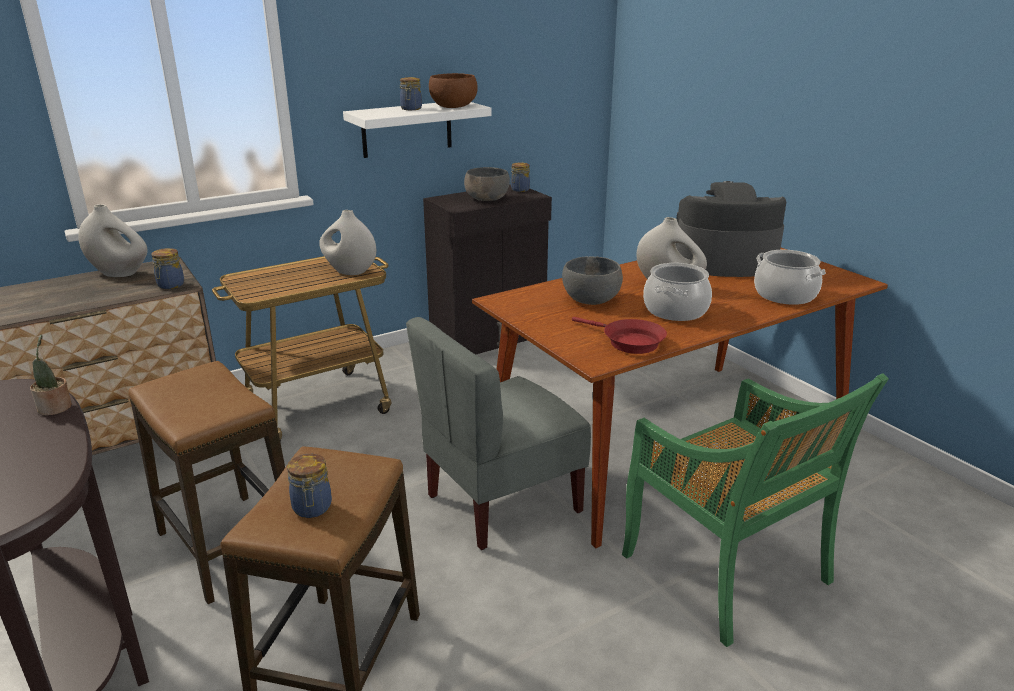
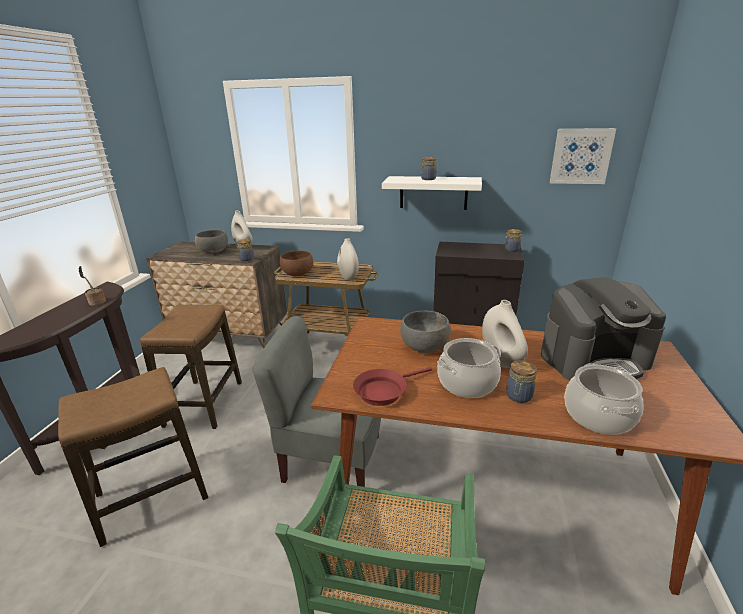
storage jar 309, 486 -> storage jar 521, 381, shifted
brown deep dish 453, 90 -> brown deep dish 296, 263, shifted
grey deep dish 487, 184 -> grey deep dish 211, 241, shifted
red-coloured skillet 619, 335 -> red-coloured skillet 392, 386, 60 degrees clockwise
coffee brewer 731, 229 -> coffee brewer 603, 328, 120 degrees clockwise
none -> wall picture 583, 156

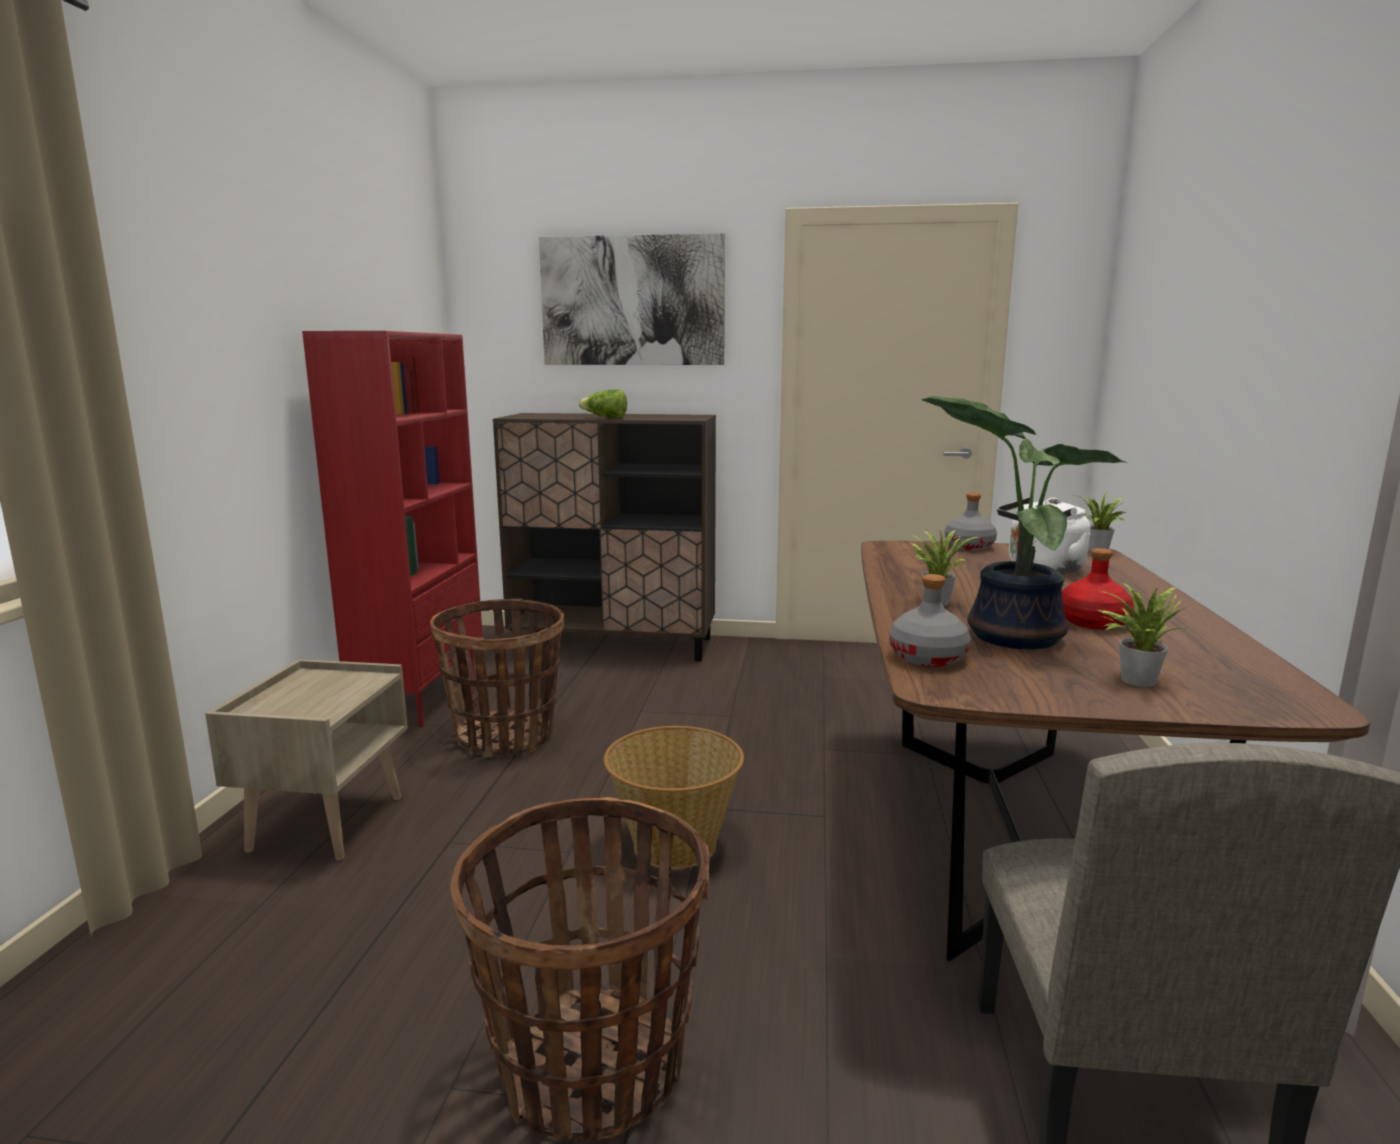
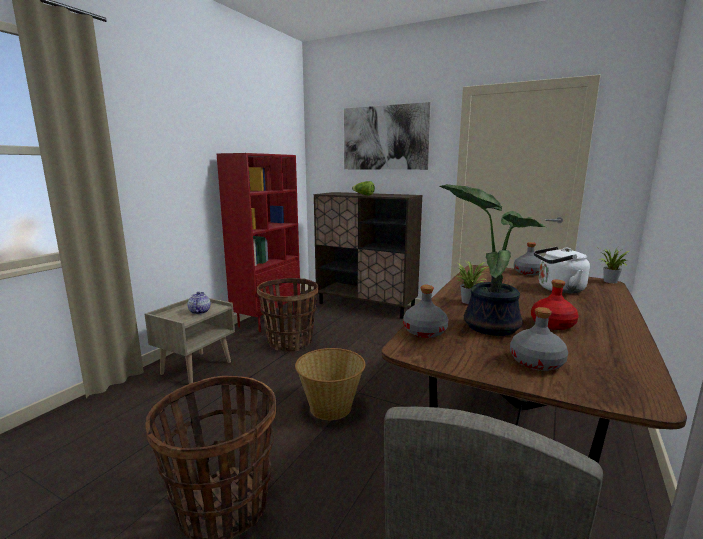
plant in a pot 1144, 635 -> grey drink bottle 539, 339
none -> teapot 199, 303

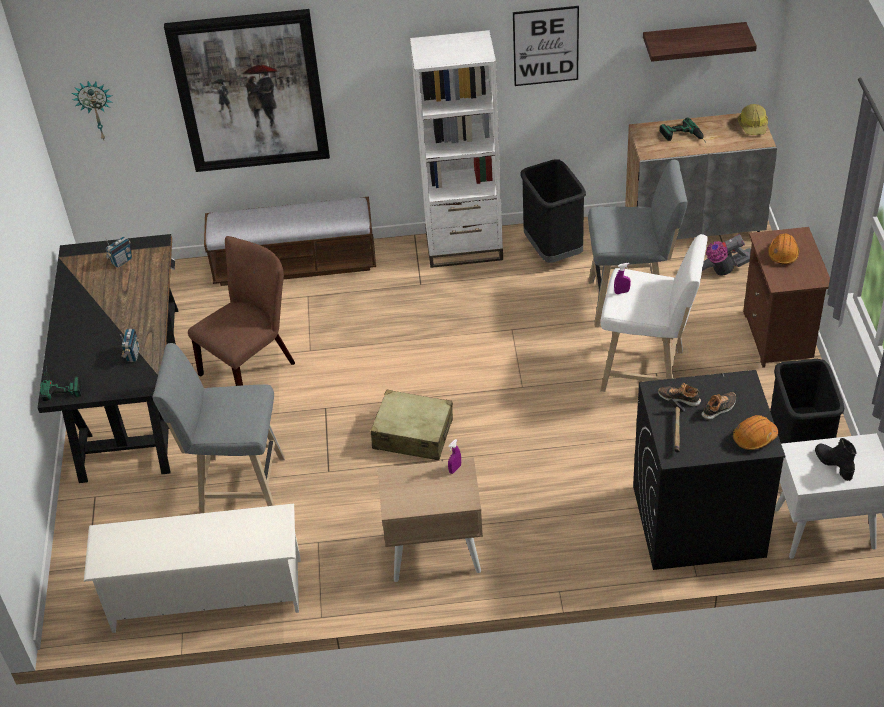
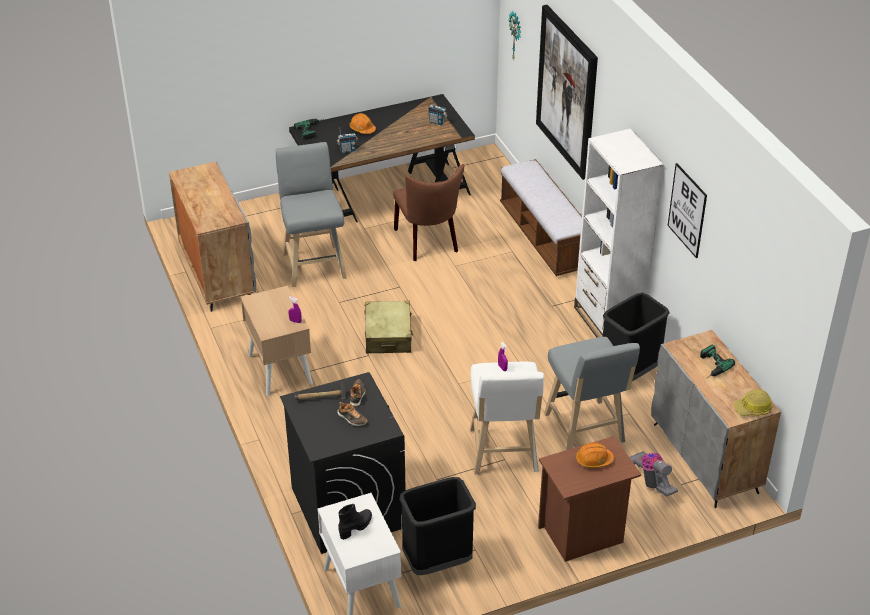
whitish shoe shelf 192, 568 -> grey storage cabinet 212, 236
brown plain chair 241, 311 -> brown plain chair 428, 212, 45 degrees clockwise
wall shelf 700, 42 -> none
orange hard hat 755, 432 -> orange hard hat 362, 123, shifted

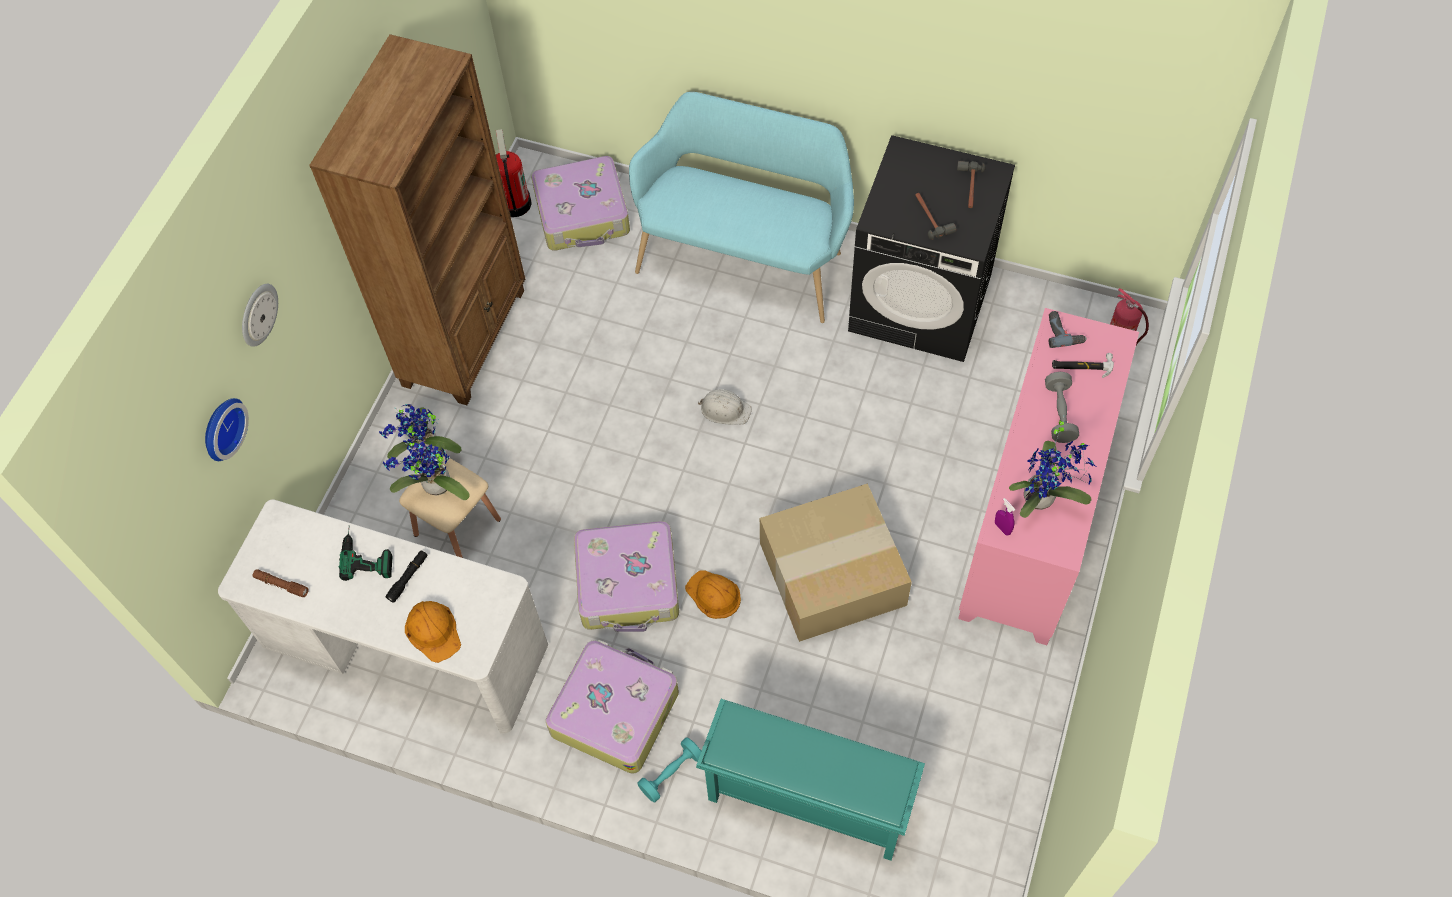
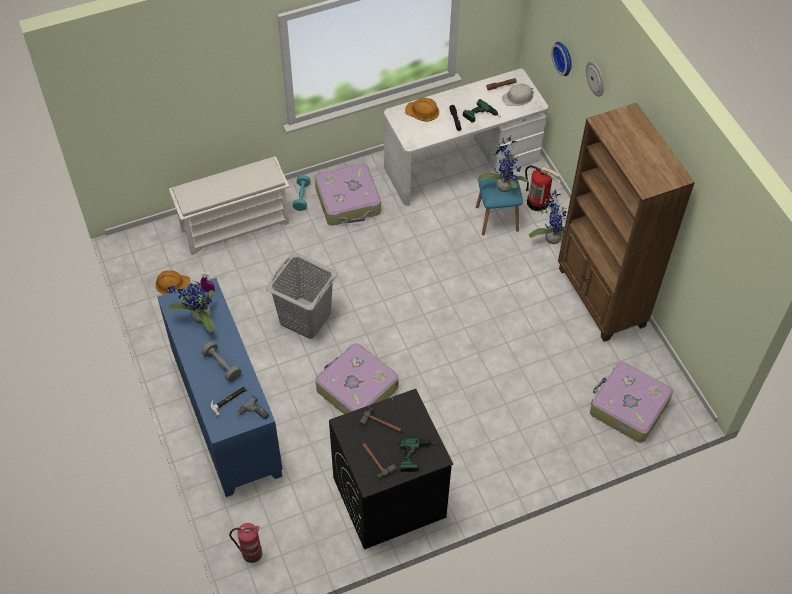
beige-coloured stool seat 450, 506 -> blue-coloured stool seat 499, 204
extinguisher 514, 173 -> extinguisher 543, 188, shifted
travel case 626, 576 -> travel case 357, 378, shifted
turquoise-coloured indoor bench 741, 207 -> none
orange hard hat 713, 594 -> orange hard hat 173, 282, shifted
turquoise-coloured shoe shelf 810, 780 -> whitish shoe shelf 229, 205
whitish hard hat 725, 407 -> whitish hard hat 517, 94, shifted
packing box 836, 562 -> grey laundry basket 302, 295
pinkish storage cabinet 1048, 476 -> blue-coloured storage cabinet 220, 387
none -> power drill 416, 455

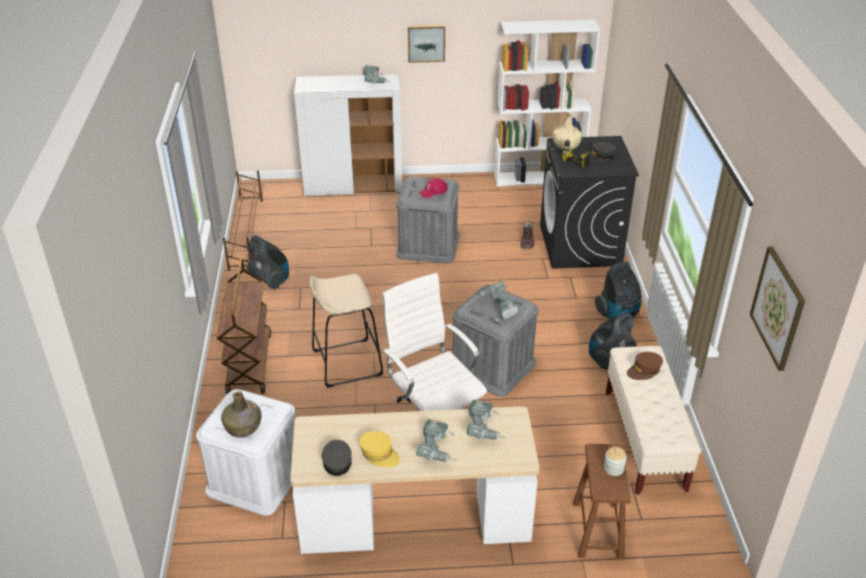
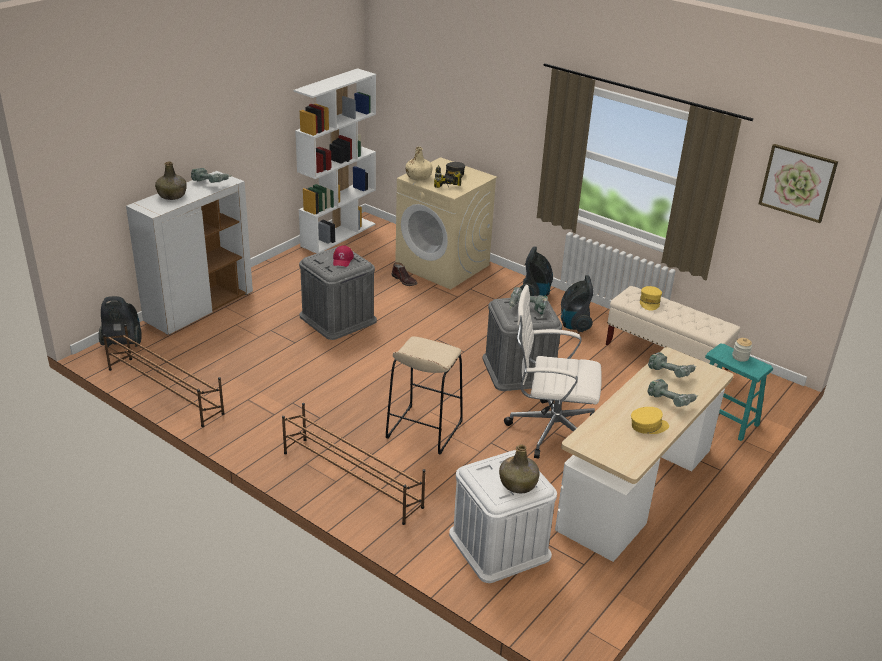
brown trolley 244, 326 -> brown shoe shelf 354, 464
vacuum 267, 262 -> vacuum 120, 321, shifted
grey peaked cap 337, 458 -> none
wall picture 426, 44 -> none
black laundry appliance 589, 202 -> beige-coloured laundry appliance 446, 223
brown stool seat 602, 501 -> turquoise-coloured stool seat 739, 392
brown peaked cap 645, 366 -> yellowish peaked cap 651, 298
none -> green-coloured drink bottle 171, 180

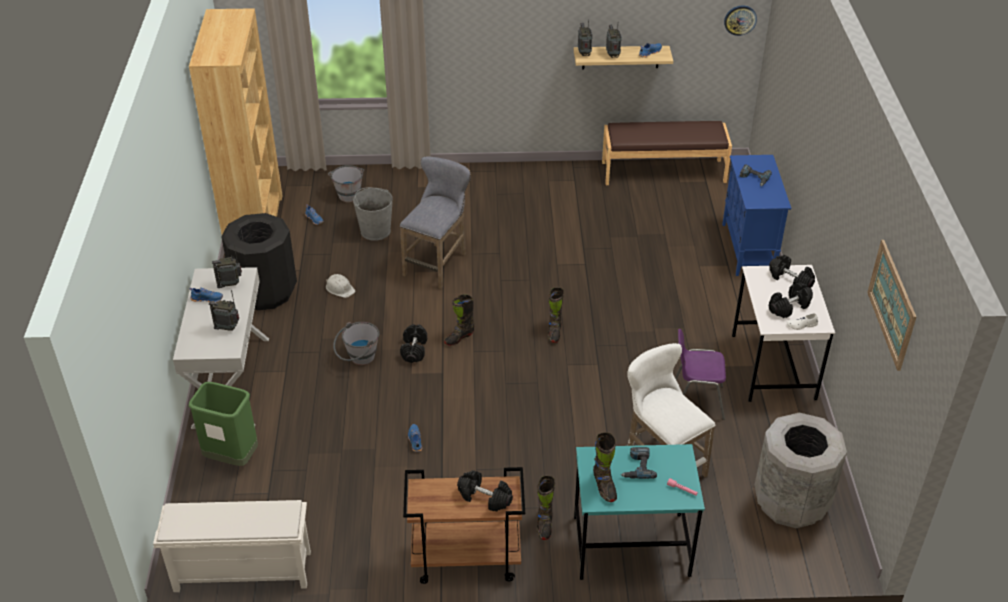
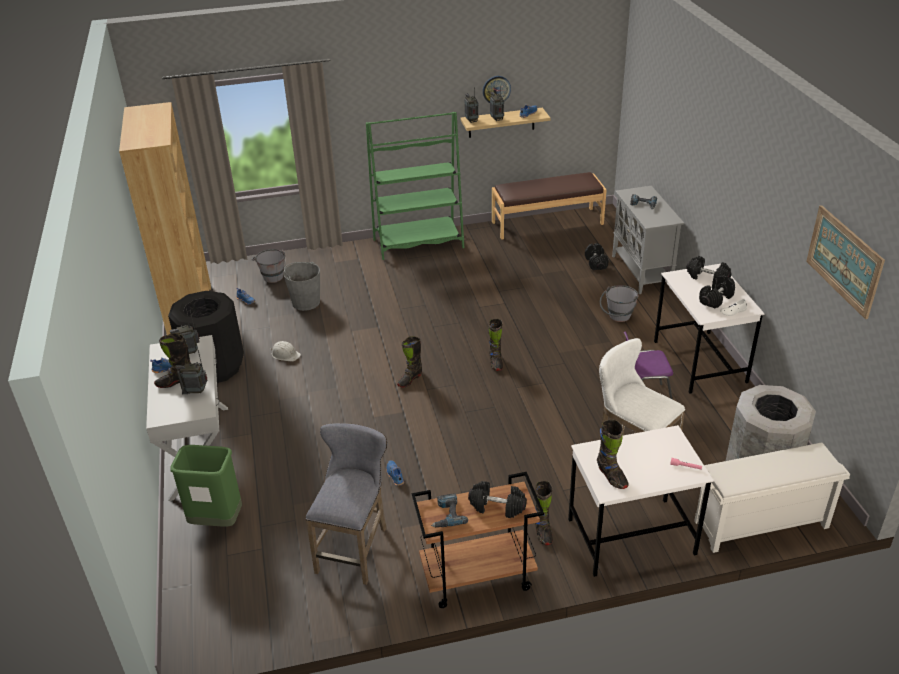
whitish shoe shelf 232, 546 -> whitish shoe shelf 772, 498, shifted
grey pail 356, 343 -> grey pail 619, 303, shifted
grey stool seat 435, 223 -> grey stool seat 346, 504, shifted
black dumbbell 413, 343 -> black dumbbell 597, 256, shifted
turquoise-coloured desk 639, 512 -> whitish desk 641, 501
power drill 639, 463 -> power drill 449, 510, shifted
blue-coloured storage cabinet 756, 215 -> grey storage cabinet 648, 240
hanging clock 740, 21 -> hanging clock 497, 89, shifted
none -> black high-top boot 172, 360
none -> green-coloured shelving unit 415, 186

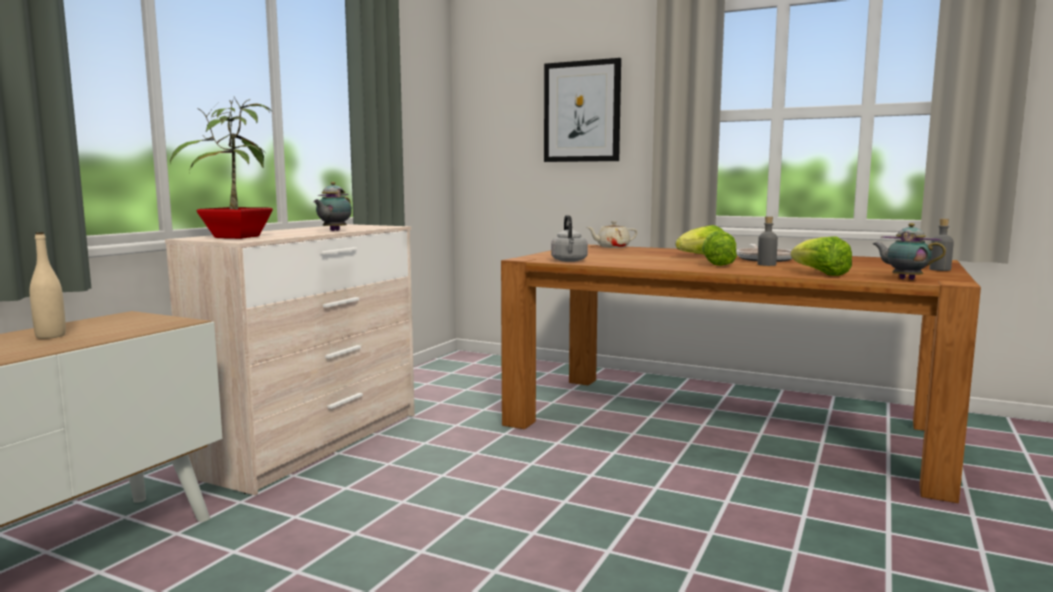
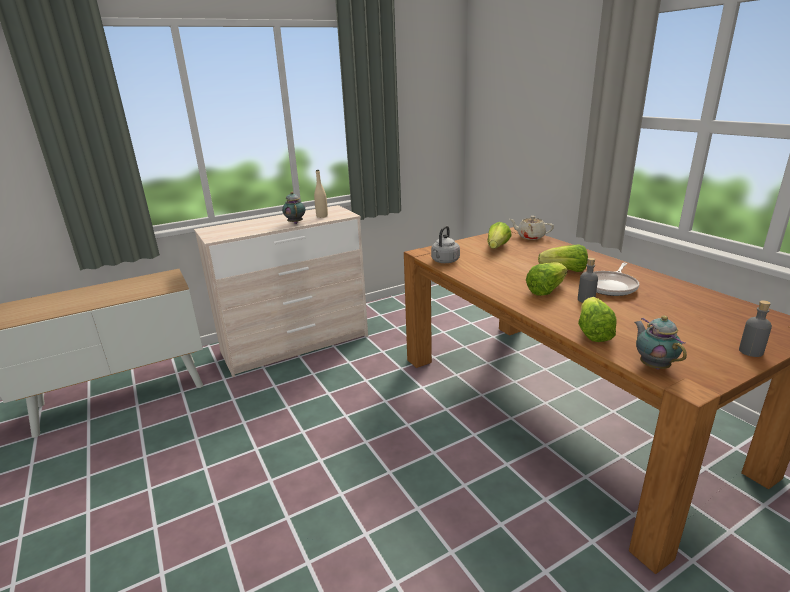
beige-coloured drink bottle 48, 285 -> beige-coloured drink bottle 321, 194, shifted
plant in a pot 221, 168 -> none
teapot 332, 206 -> teapot 293, 208, 105 degrees clockwise
wall picture 582, 110 -> none
none -> head of lettuce 500, 235

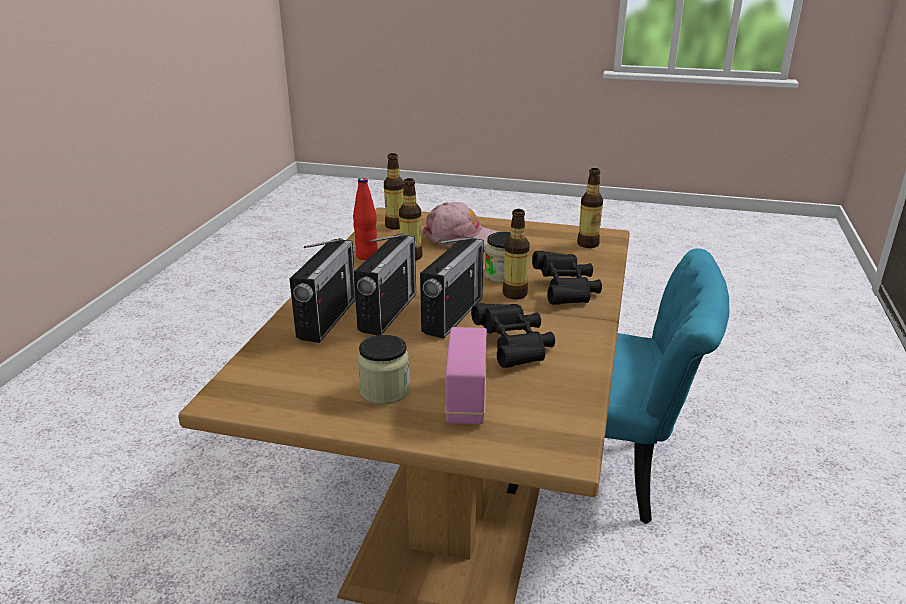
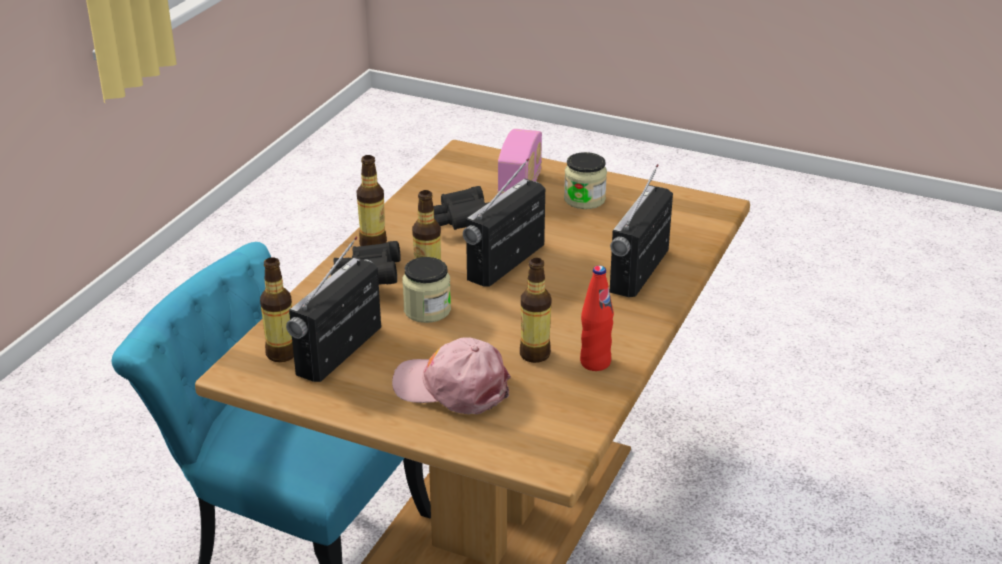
radio receiver 385, 284 -> radio receiver 333, 309, shifted
drink bottle 394, 191 -> drink bottle 372, 200, shifted

